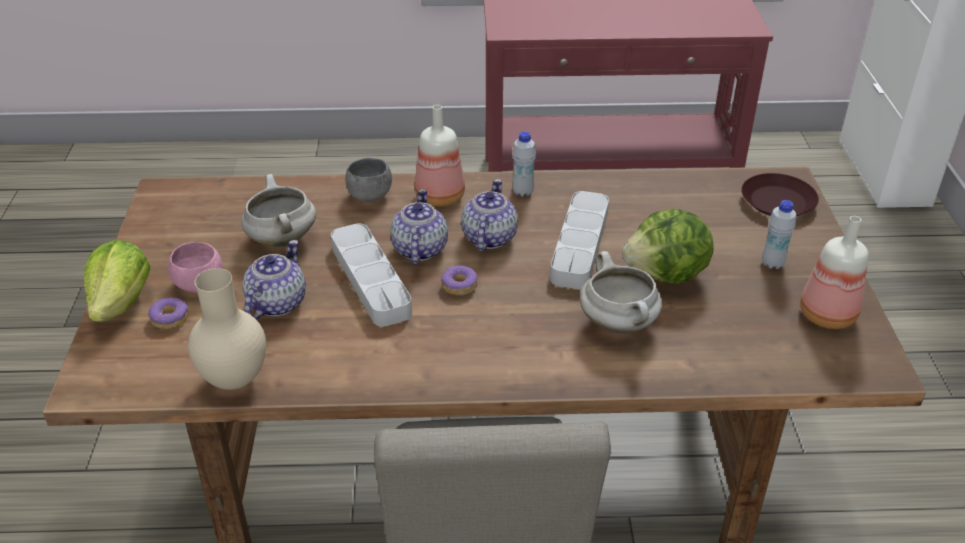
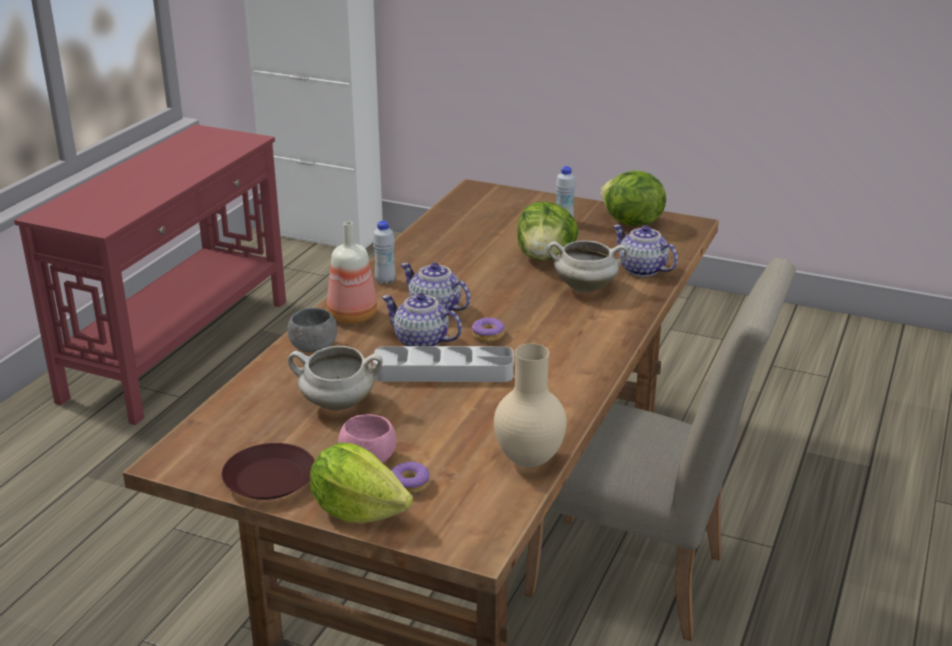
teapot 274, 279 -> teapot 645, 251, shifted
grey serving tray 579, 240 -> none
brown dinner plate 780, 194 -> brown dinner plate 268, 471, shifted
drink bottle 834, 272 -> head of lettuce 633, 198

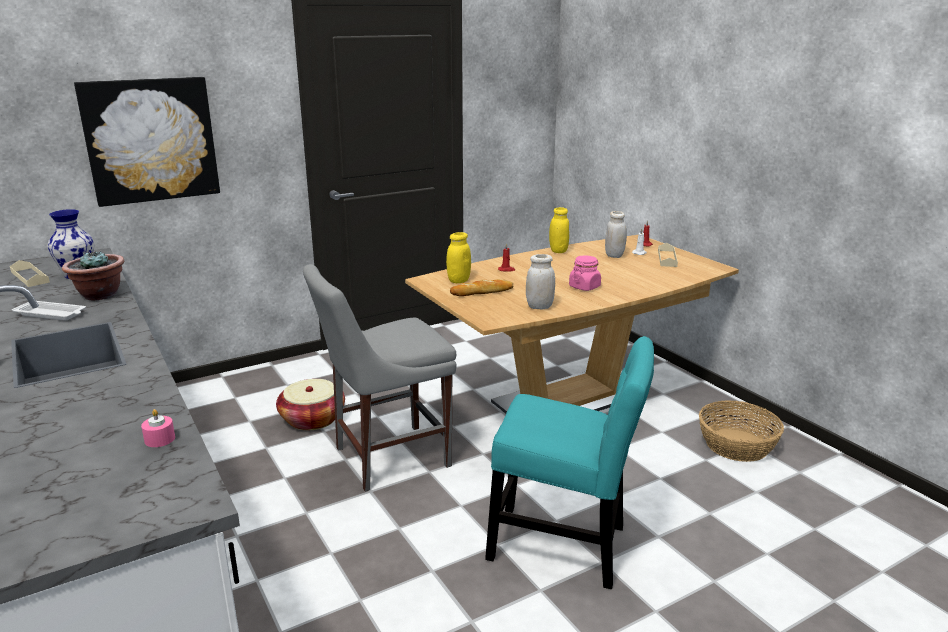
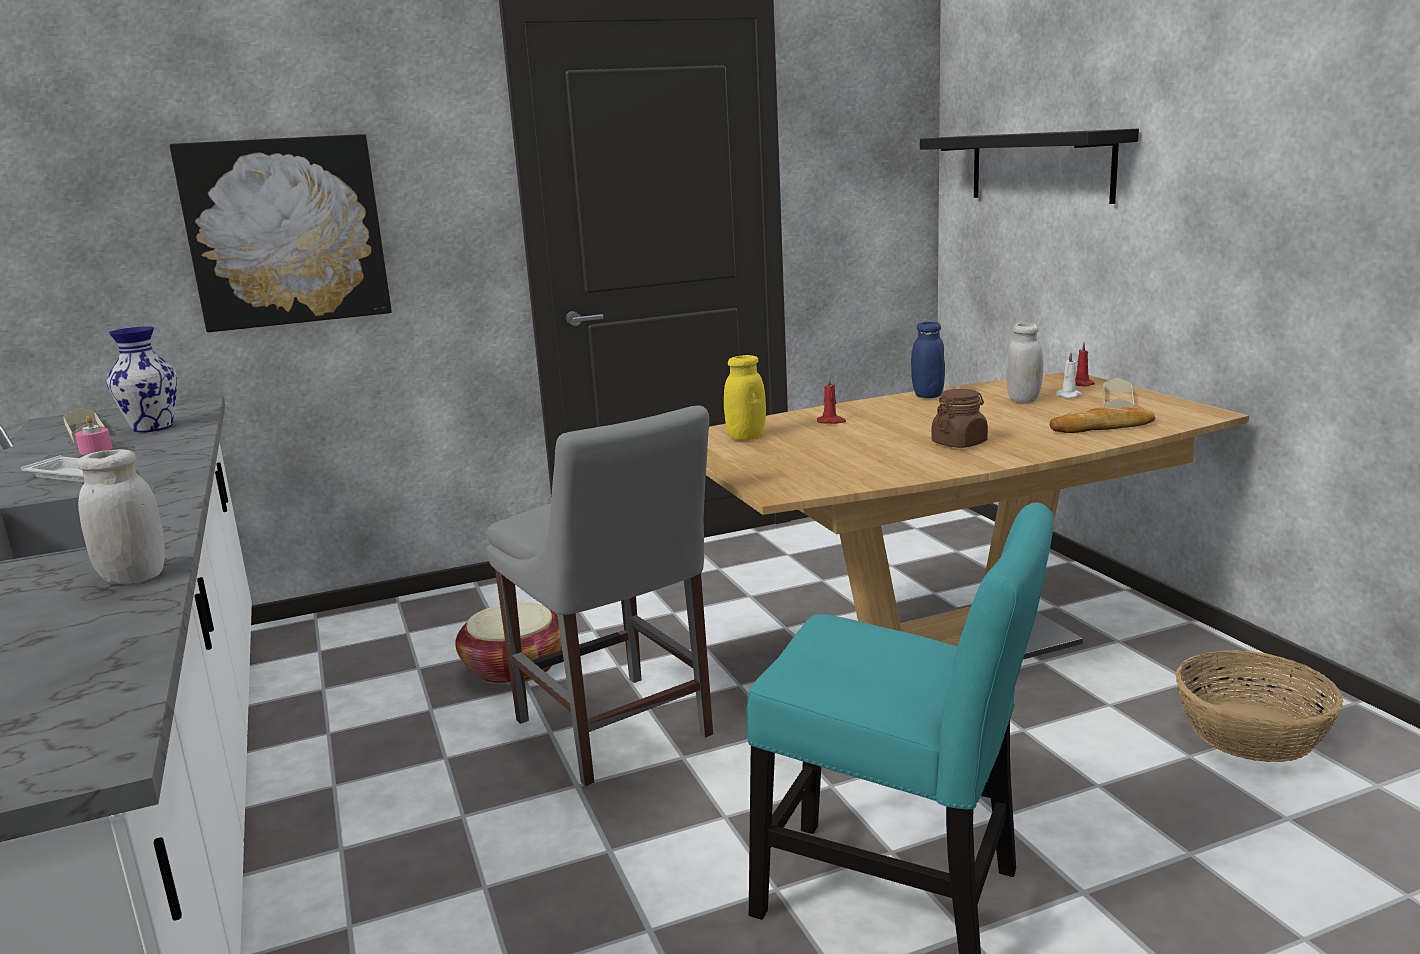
plant in a pot 93, 274 -> none
pinkish candle 158, 428 -> pinkish candle 94, 435, shifted
grey plain chair 379, 378 -> grey plain chair 600, 595, 105 degrees counterclockwise
bread 481, 287 -> bread 1102, 420, shifted
whitish storage jar 540, 281 -> whitish storage jar 121, 516, shifted
yellowish storage jar 559, 230 -> blue-coloured storage jar 928, 360
pinkish storage jar 585, 273 -> brown storage jar 960, 418
none -> black wall shelf 1029, 166

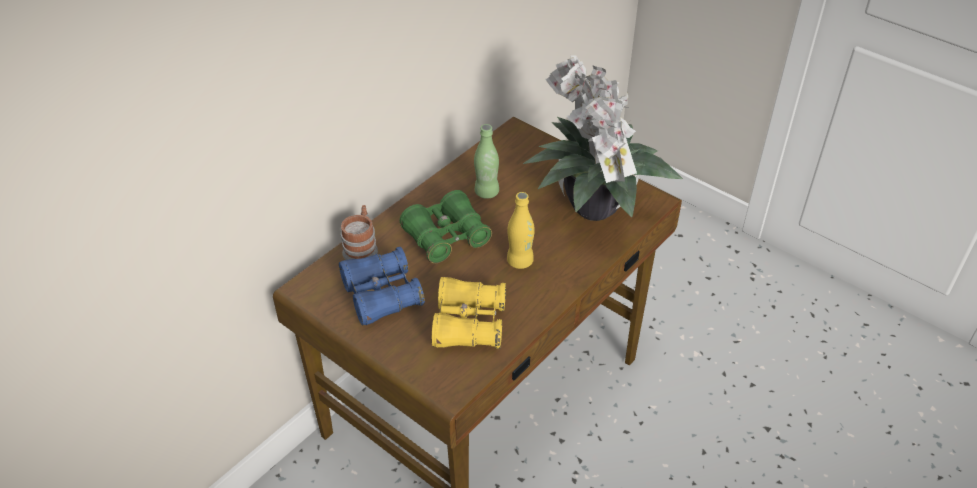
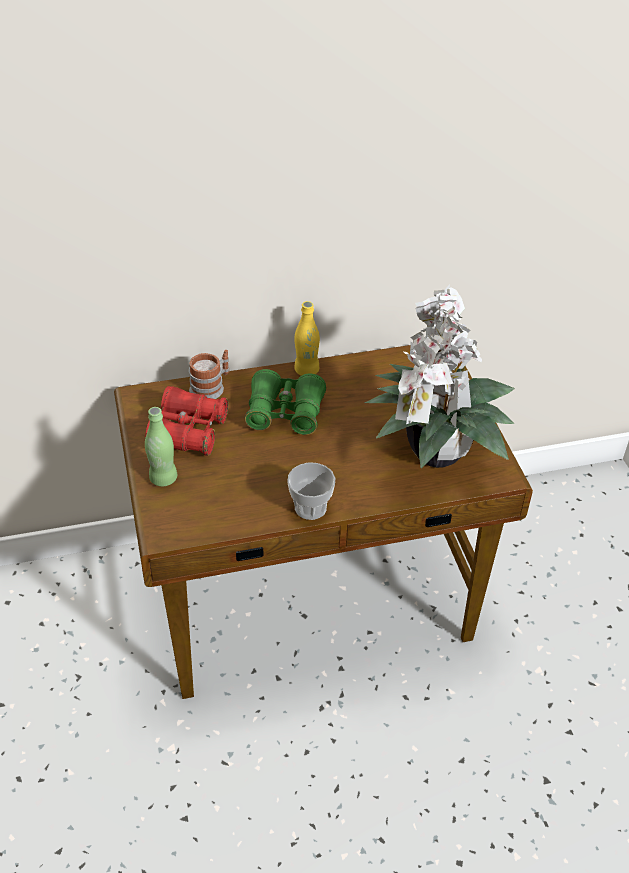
blue-coloured binoculars 382, 286 -> red-coloured binoculars 186, 421
yellowish binoculars 469, 313 -> none
green-coloured drink bottle 486, 161 -> green-coloured drink bottle 161, 447, shifted
yellowish drink bottle 521, 230 -> yellowish drink bottle 307, 338, shifted
none -> small cup 311, 491

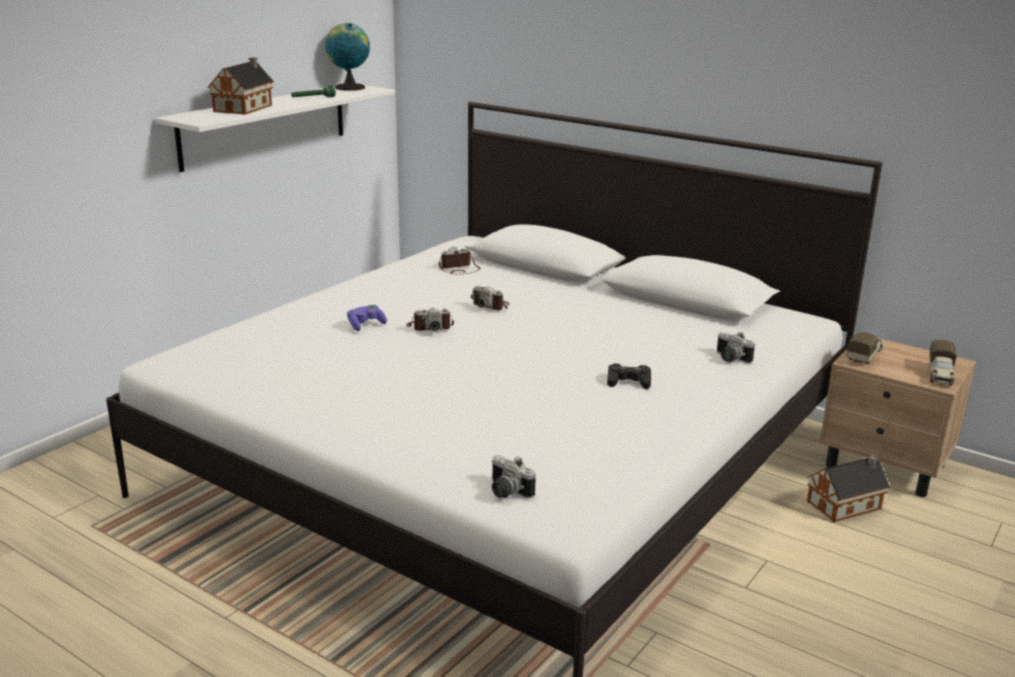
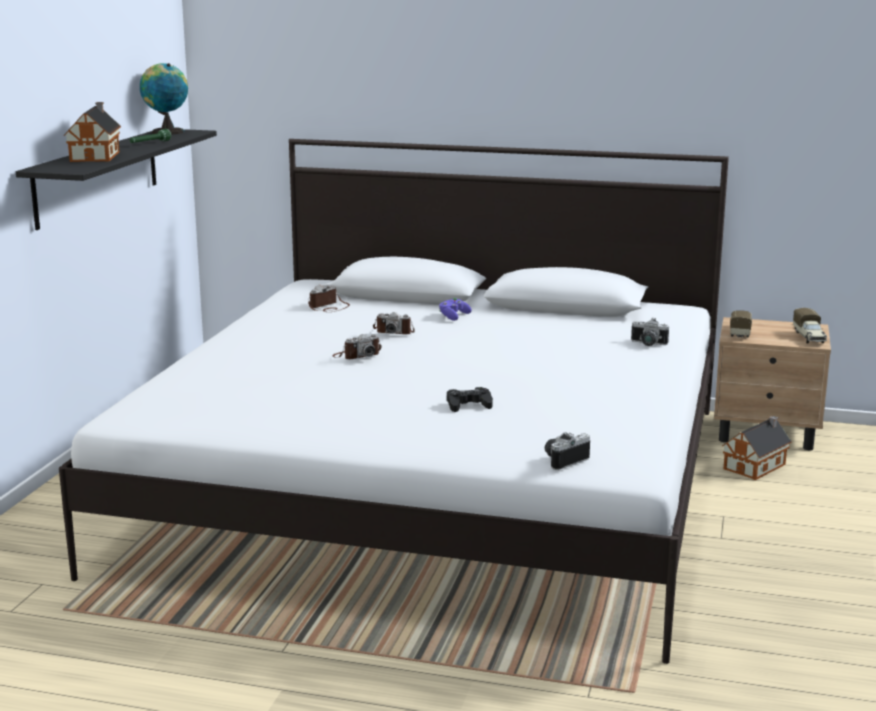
whitish wall shelf 275, 128 -> black wall shelf 116, 179
purple gamepad 367, 318 -> purple gamepad 455, 309, shifted
still camera 513, 477 -> still camera 567, 451, 120 degrees clockwise
black gamepad 629, 376 -> black gamepad 470, 399, shifted

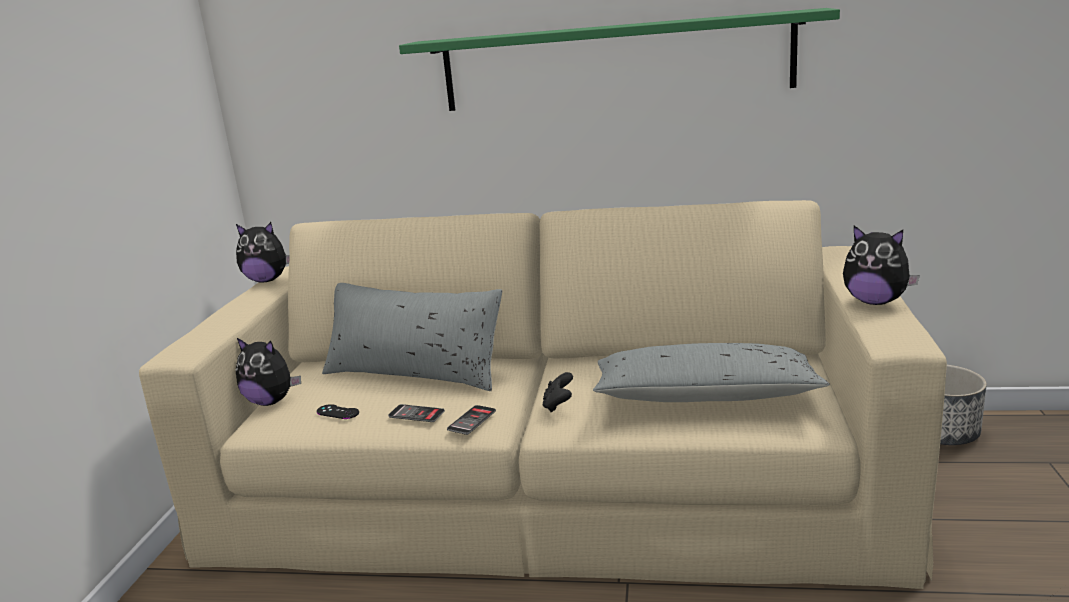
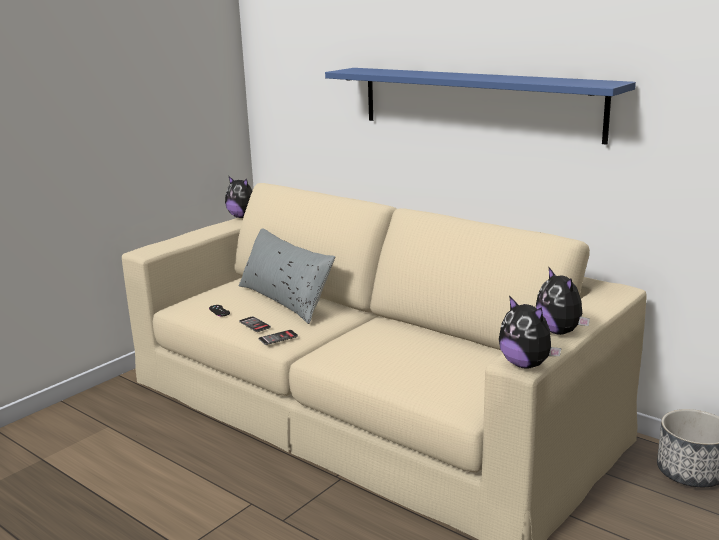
plush toy 268, 372 -> plush toy 530, 332, shifted
green-coloured wall shelf 619, 59 -> blue-coloured wall shelf 480, 106
black gamepad 558, 392 -> none
grey throw pillow 711, 372 -> none

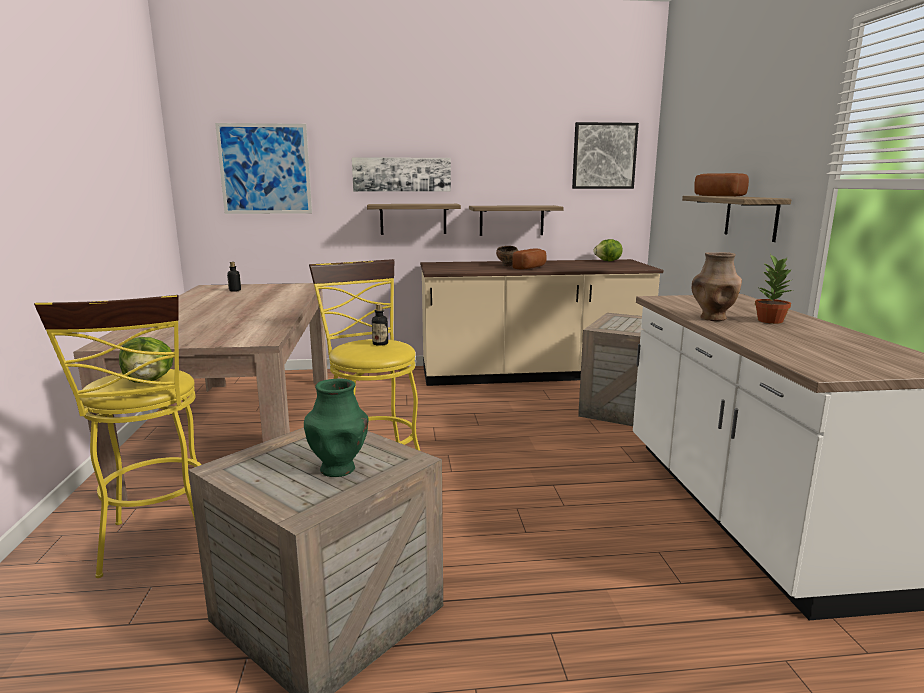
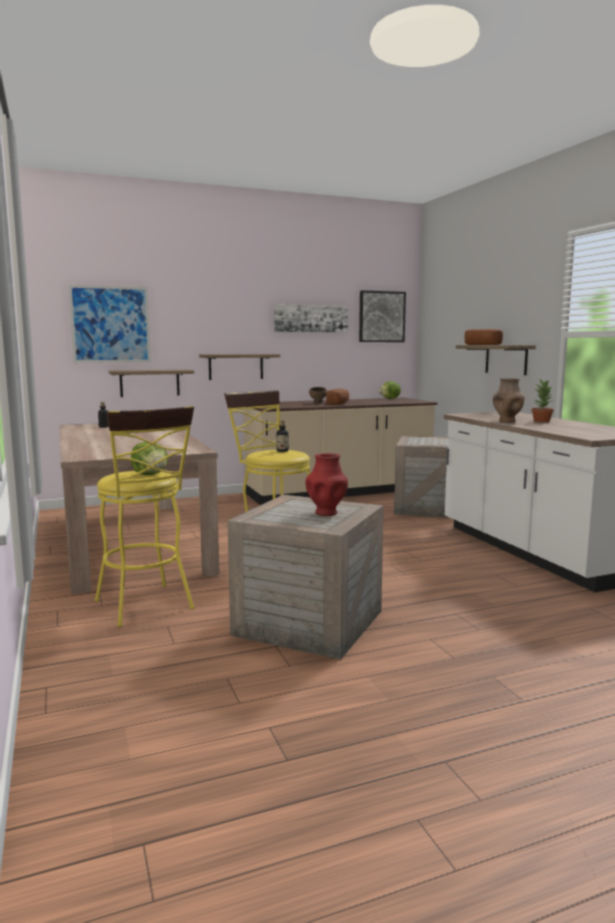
green-coloured vase 336, 427 -> red-coloured vase 326, 484
wall picture 401, 174 -> wall picture 311, 318, shifted
wall shelf 516, 220 -> wall shelf 151, 383, shifted

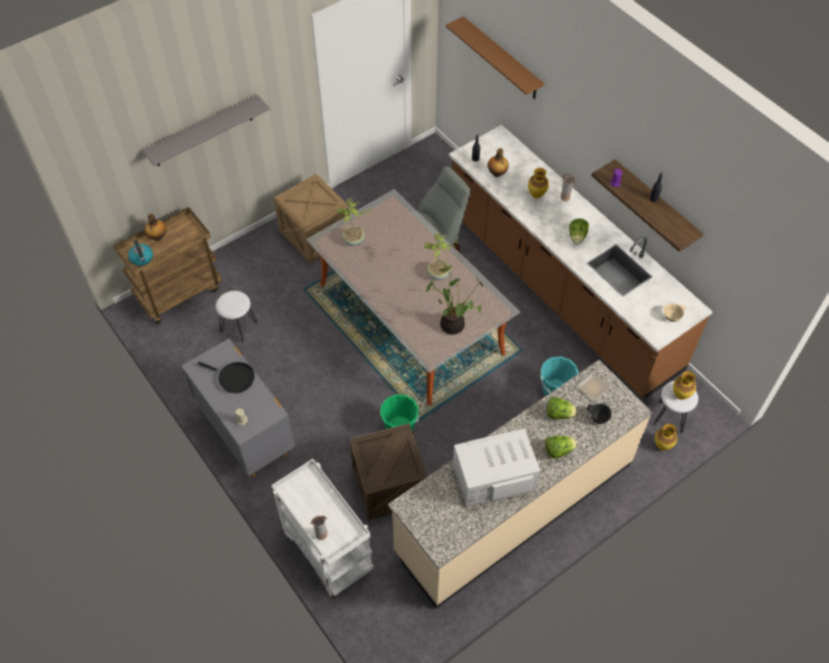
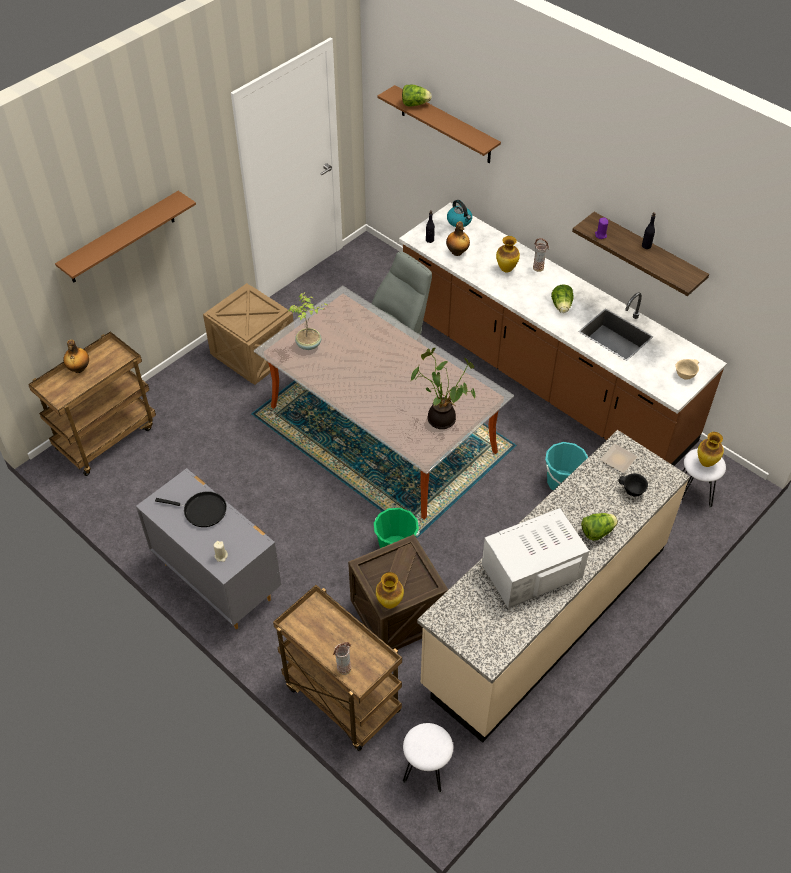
kettle 140, 253 -> kettle 459, 213, shifted
grey wall shelf 206, 130 -> brown wall shelf 125, 237
whitish stool seat 236, 316 -> whitish stool seat 428, 758, shifted
whitish trolley 322, 528 -> brown trolley 337, 668
plant in a pot 441, 256 -> none
head of lettuce 561, 408 -> head of lettuce 417, 96, shifted
vase 666, 437 -> vase 390, 590, shifted

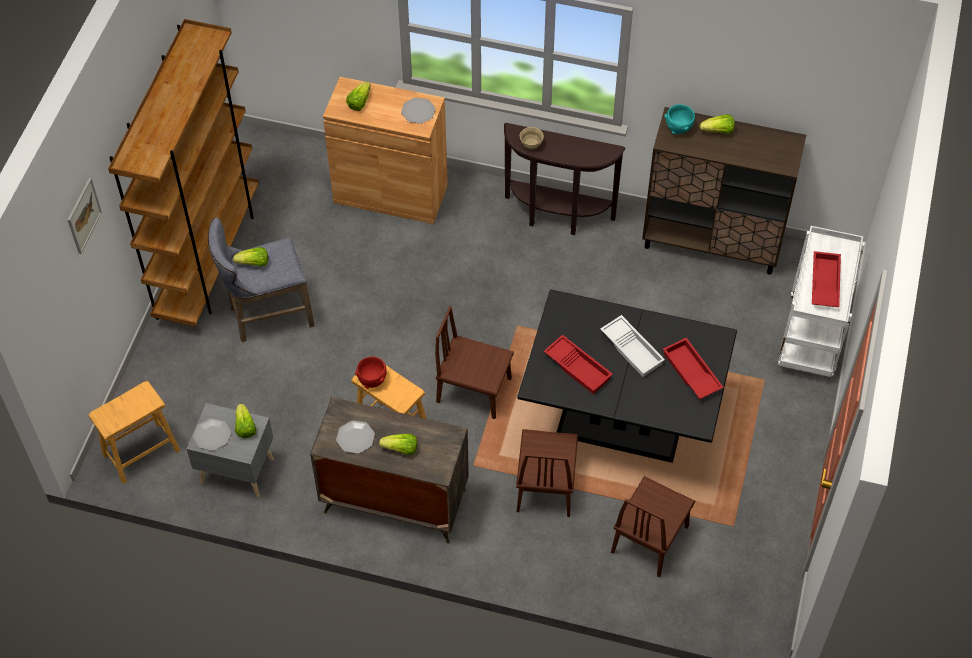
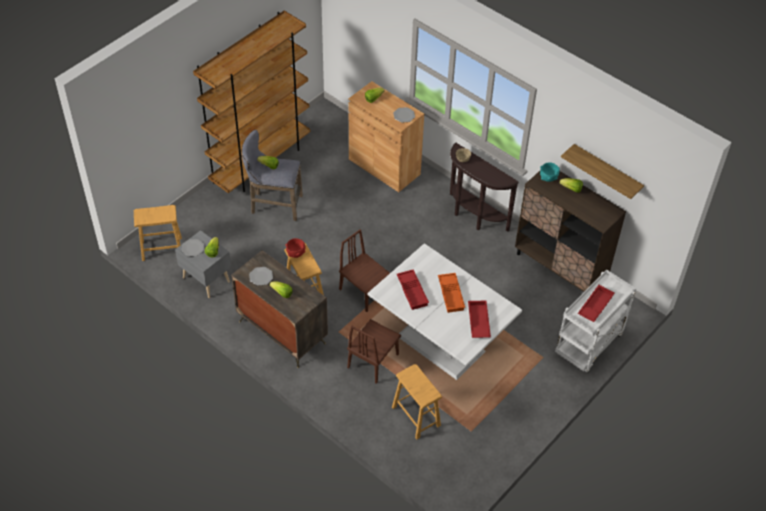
wall picture 84, 216 -> none
black dining table 627, 376 -> whitish dining table 445, 311
whitish serving tray 632, 346 -> orange serving tray 451, 293
brown plain chair 653, 526 -> brown stool seat 417, 401
none -> wall shelf 602, 171

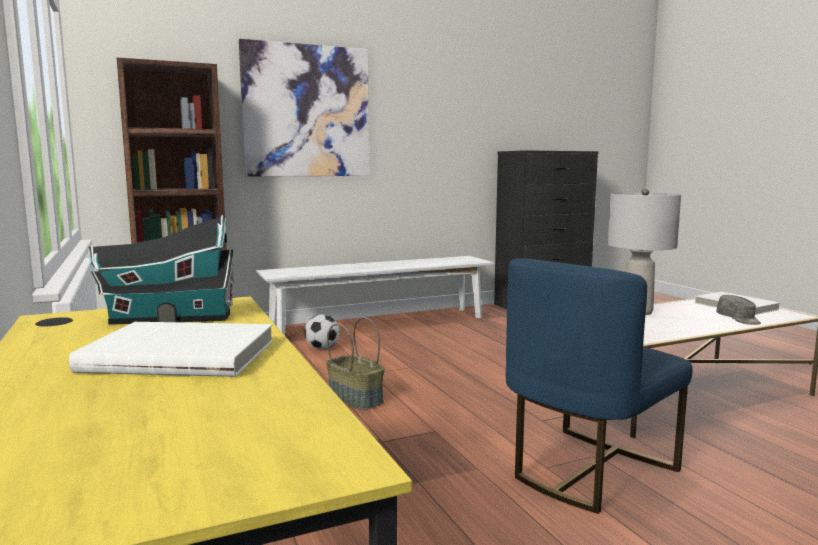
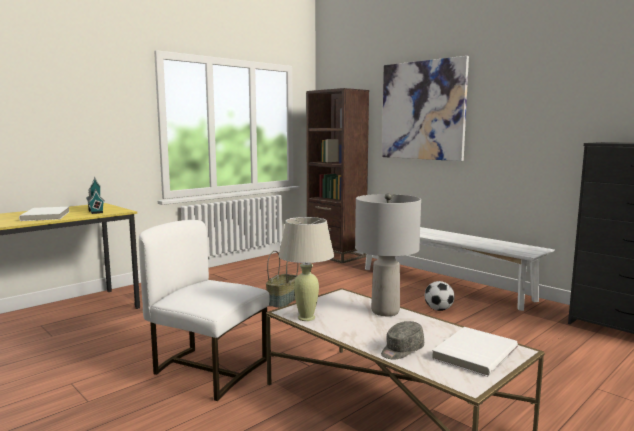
ball for football 322, 332 -> ball for football 439, 296, shifted
blue-coloured plain chair 599, 386 -> whitish plain chair 204, 310
none -> beige-coloured tabletop lamp 306, 269

